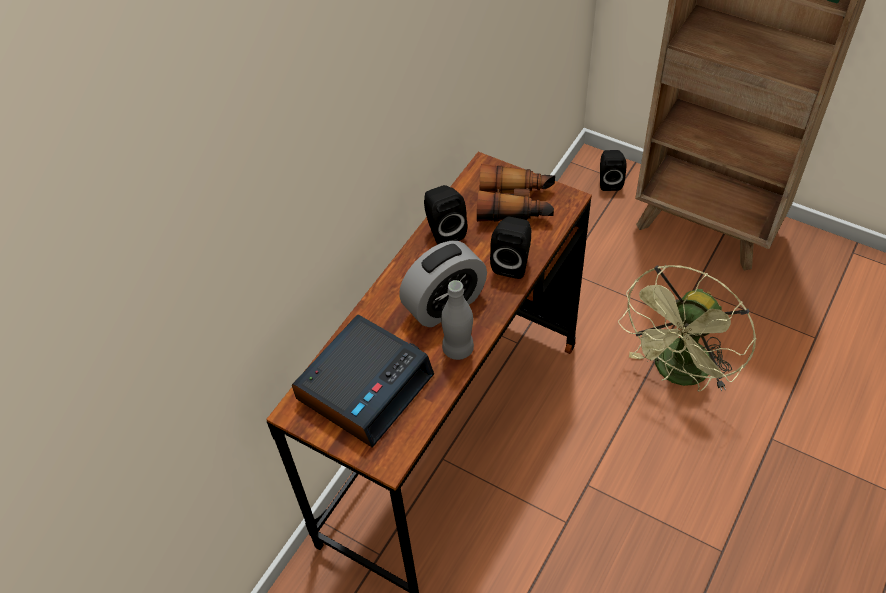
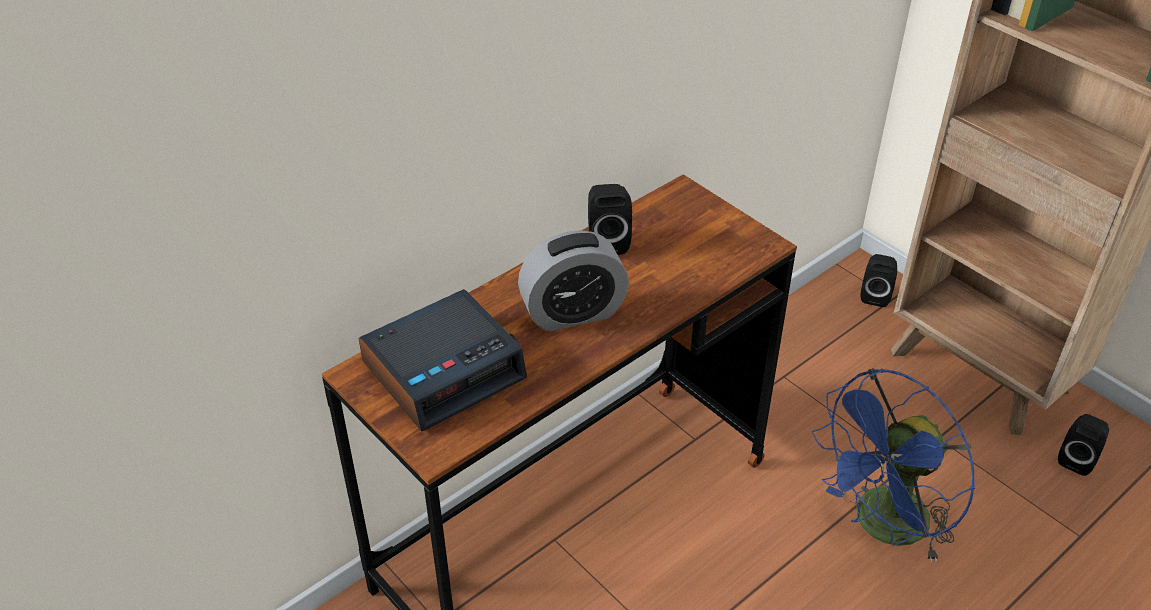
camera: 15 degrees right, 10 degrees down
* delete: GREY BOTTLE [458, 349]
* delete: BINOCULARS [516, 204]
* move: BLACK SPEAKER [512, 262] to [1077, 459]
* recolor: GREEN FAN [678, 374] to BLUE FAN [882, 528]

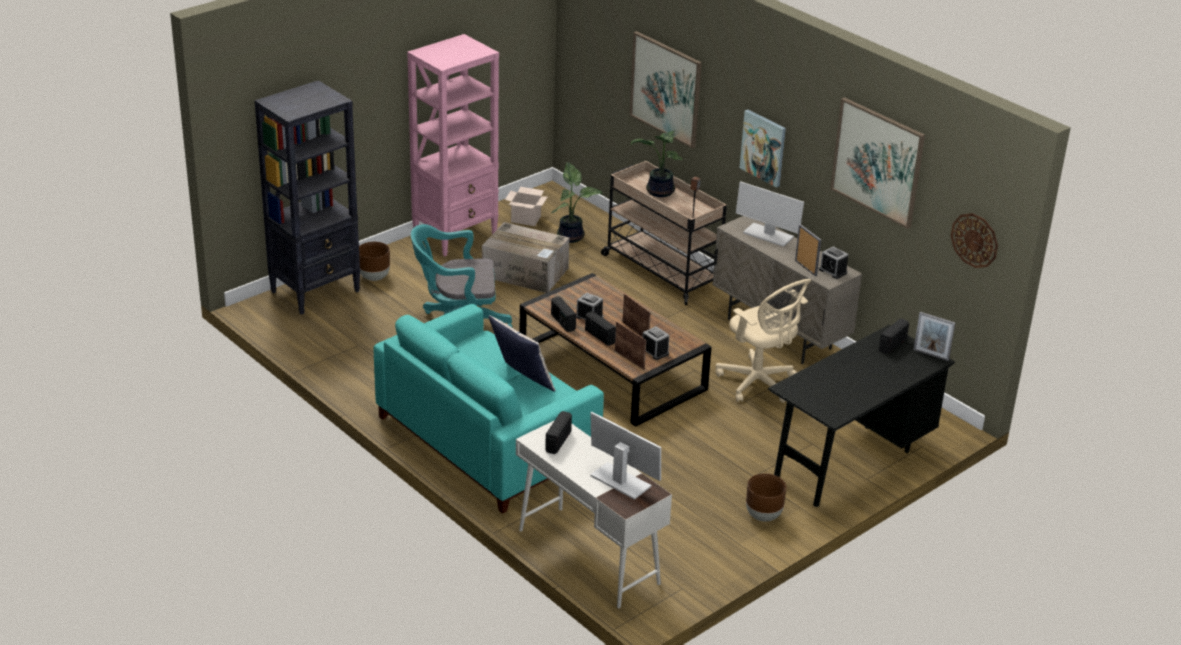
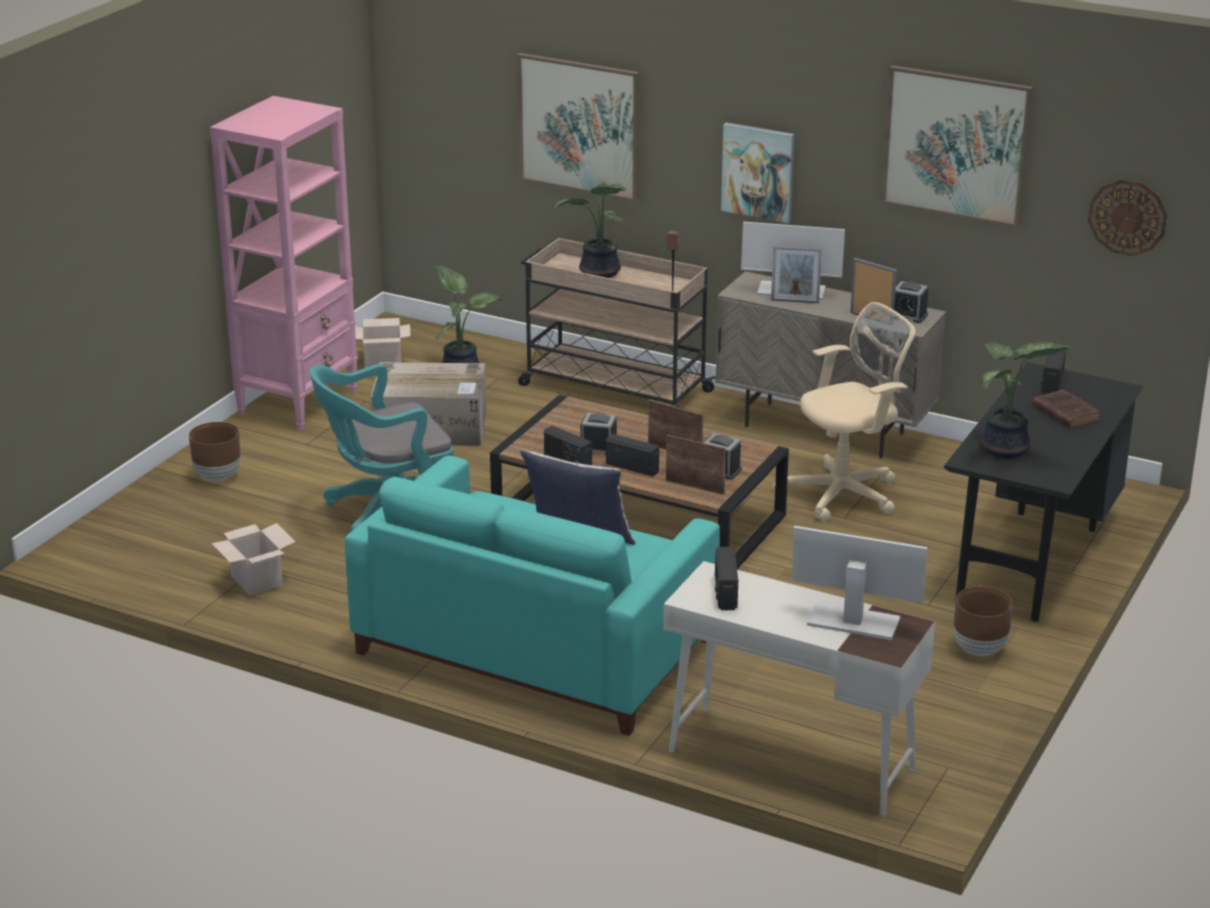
camera: 20 degrees left, 5 degrees down
* delete: BLACK BOOKCASE [316, 291]
* insert: CARDBOARD BOX [255, 580]
* insert: POTTED PLANT [1006, 450]
* insert: BROWN BOOK [1064, 412]
* move: PICTURE FRAME [931, 355] to [795, 301]
* rotate: BEIGE OFFICE CHAIR [759, 384] = [845, 493] 60 degrees counterclockwise

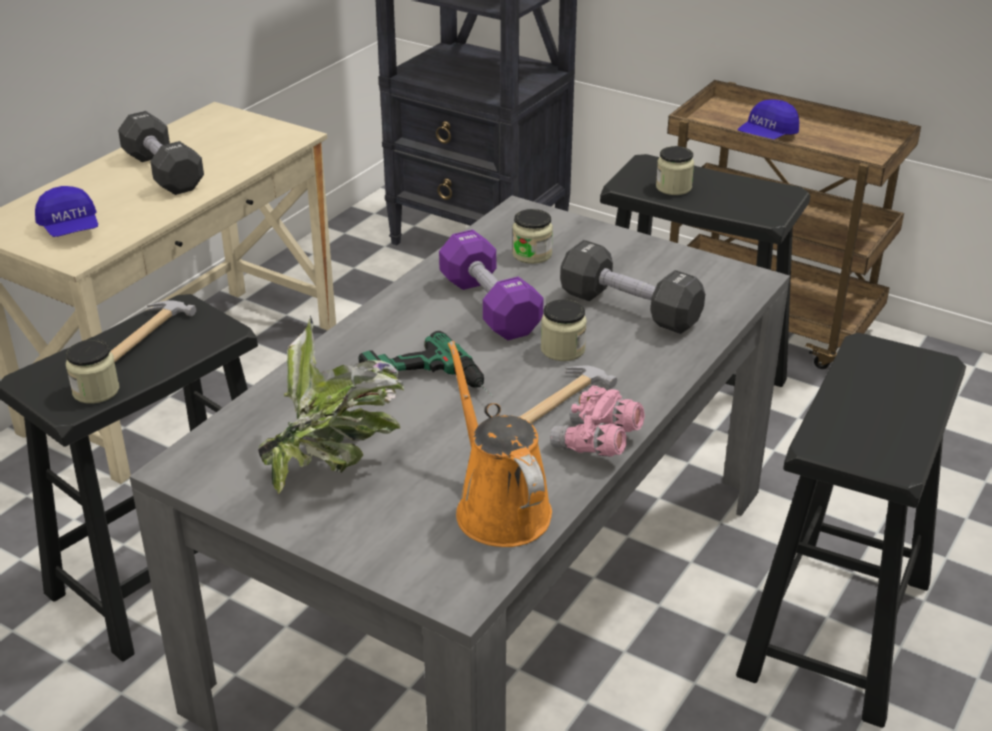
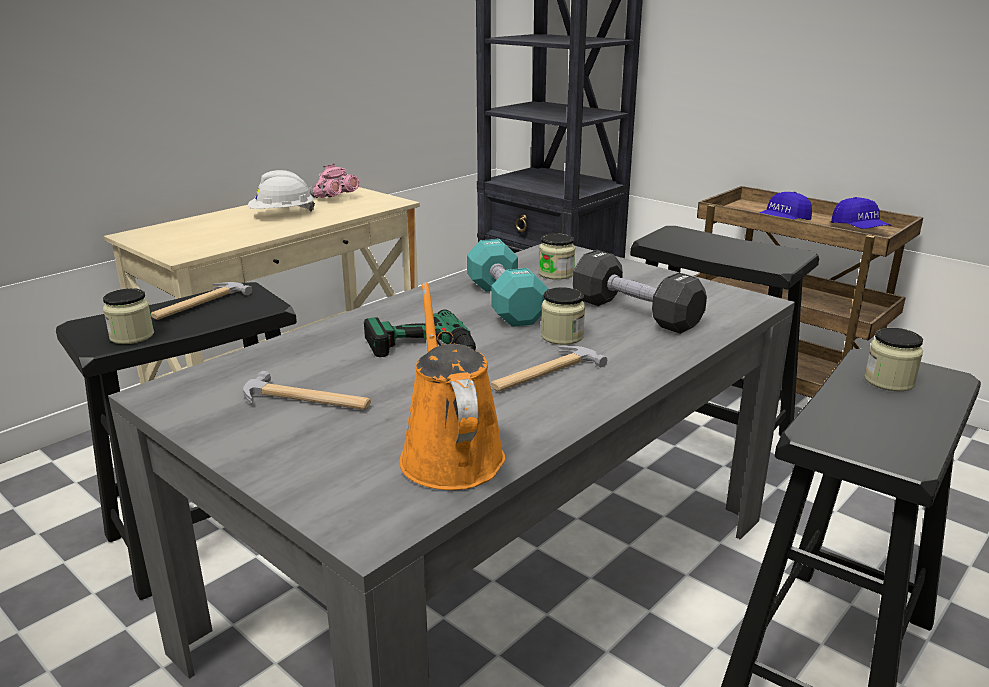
camera: 10 degrees right, 10 degrees down
* move: BLUE CAP [70, 229] to [859, 229]
* move: PINK BINOCULARS [596, 444] to [333, 198]
* move: JAR [673, 187] to [889, 381]
* replace: BLACK DUMBBELL [163, 172] to WHITE HARD HAT [282, 215]
* replace: POTTED PLANT [336, 461] to HAMMER [305, 400]
* recolor: PURPLE DUMBBELL [489, 306] to TURQUOISE DUMBBELL [505, 303]

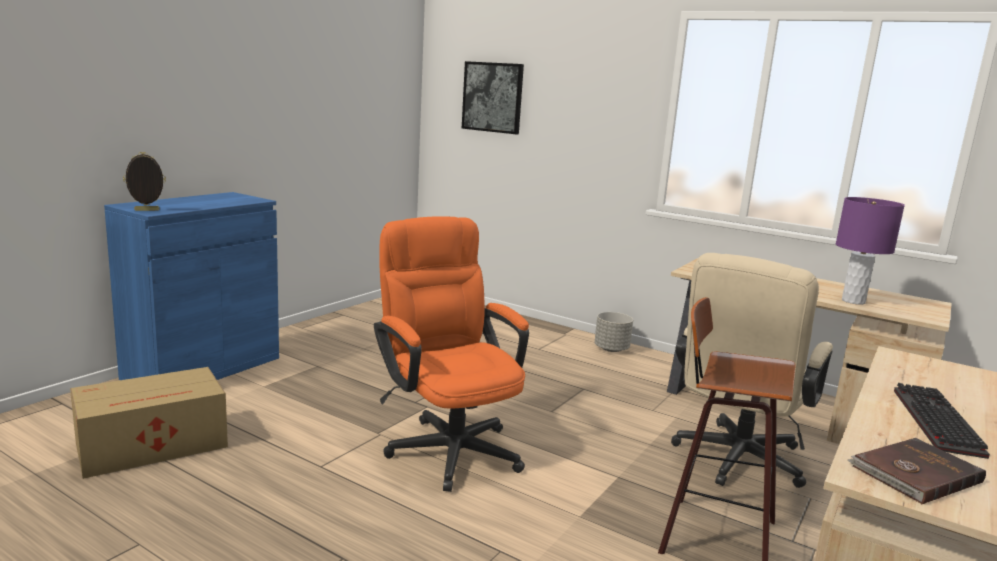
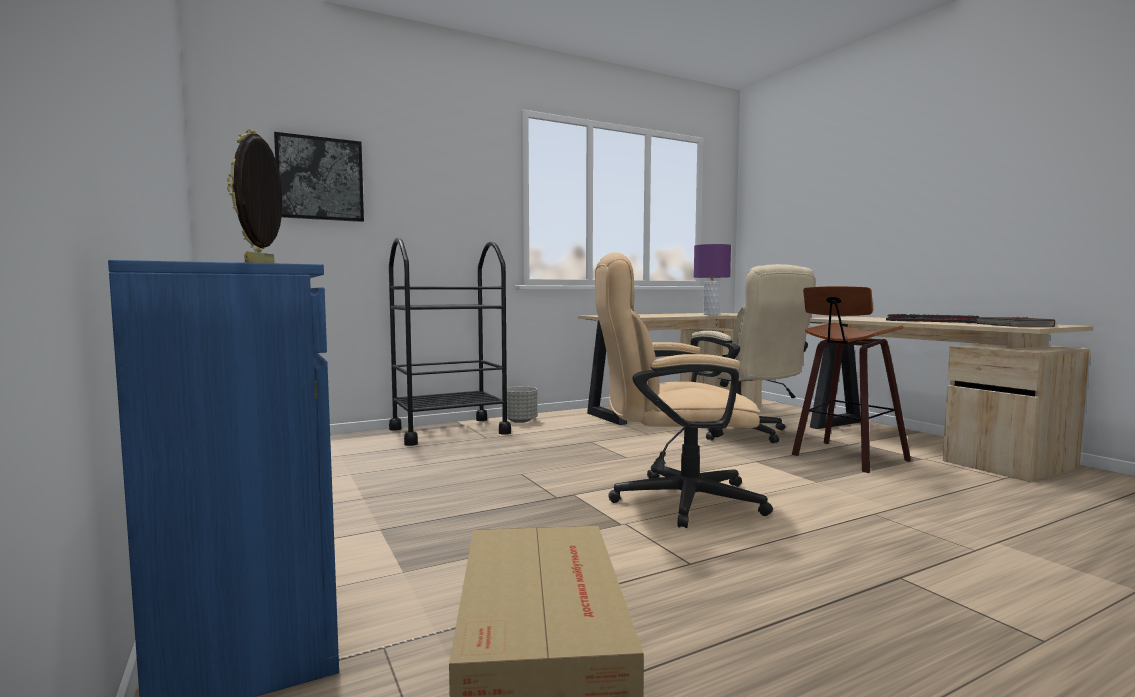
camera: 60 degrees left, 10 degrees down
* insert: BLACK CART [449, 431]
* recolor: ORANGE OFFICE CHAIR [448, 445] to BEIGE OFFICE CHAIR [671, 500]

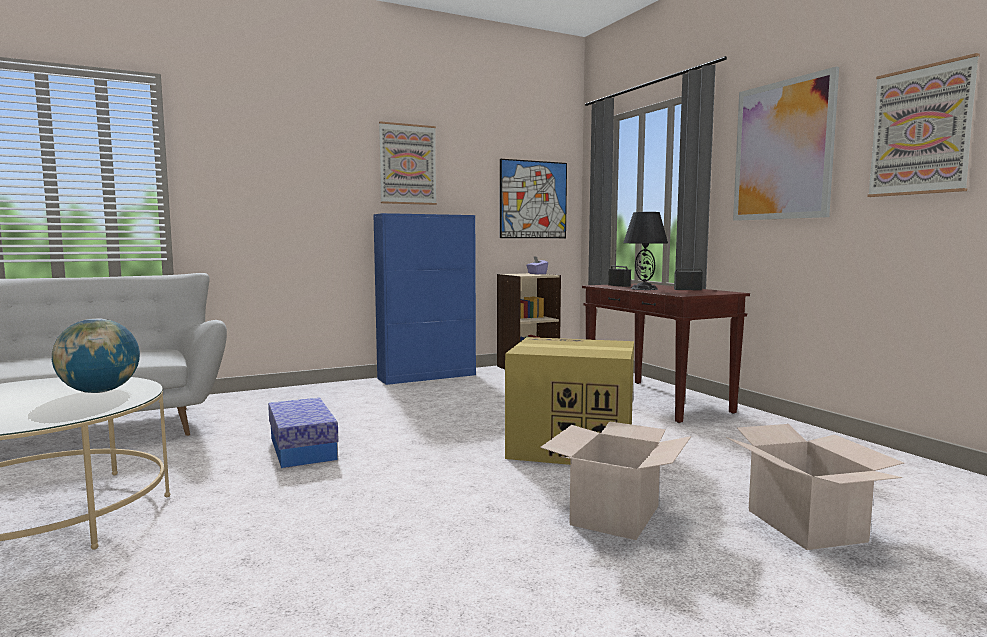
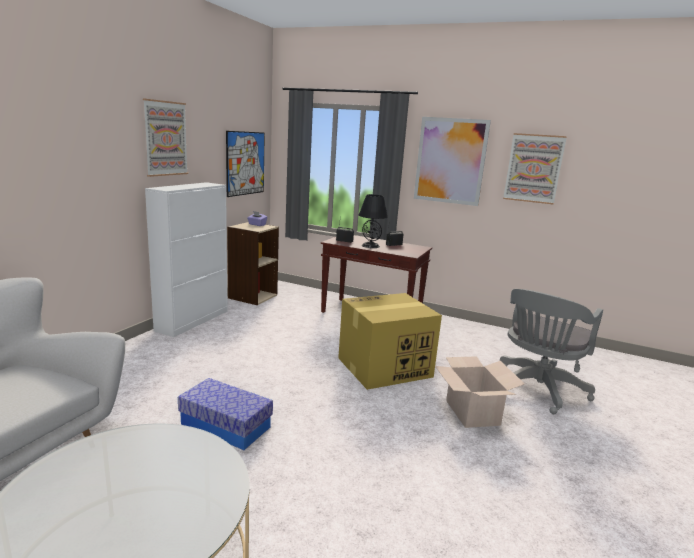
camera: 40 degrees left, 10 degrees up
* delete: GLOBE [100, 392]
* replace: CARDBOARD BOX [804, 525] to GREY OFFICE CHAIR [537, 390]
* recolor: BLUE CABINET [427, 376] to WHITE CABINET [193, 320]

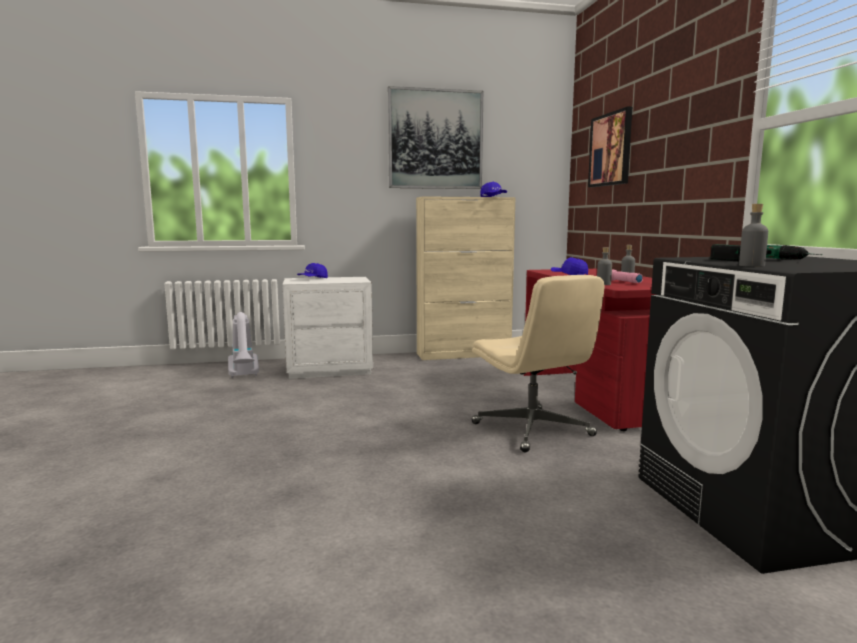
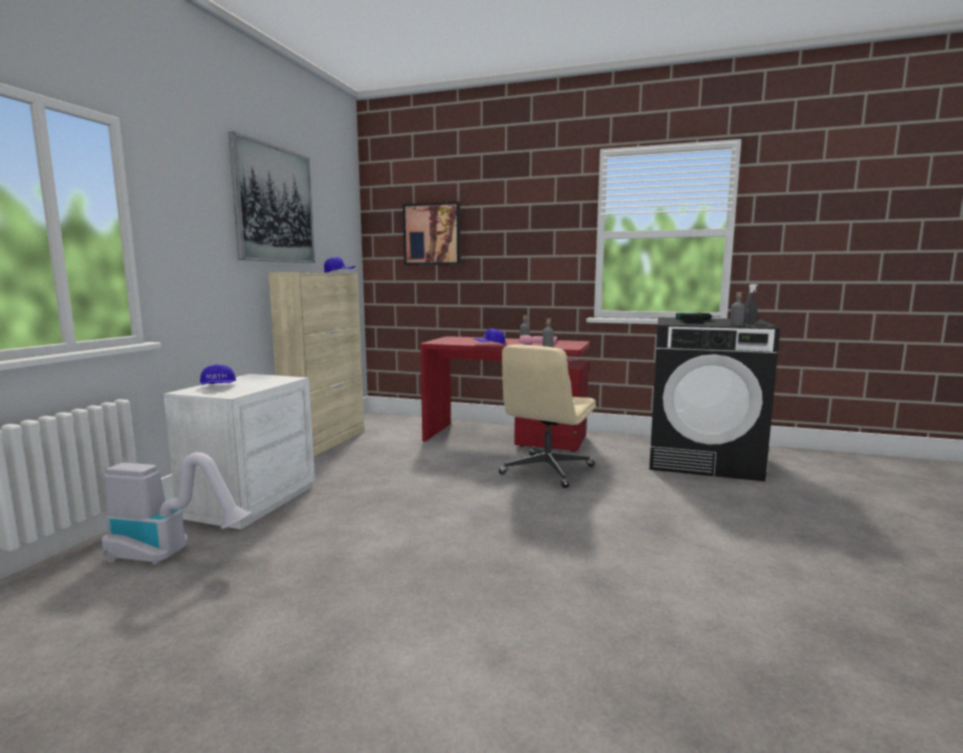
camera: 60 degrees left, 0 degrees up
* insert: GREY SPRAY BOTTLE [749, 323]
* rotate: BEIGE OFFICE CHAIR [533, 430] = [547, 470] 120 degrees clockwise

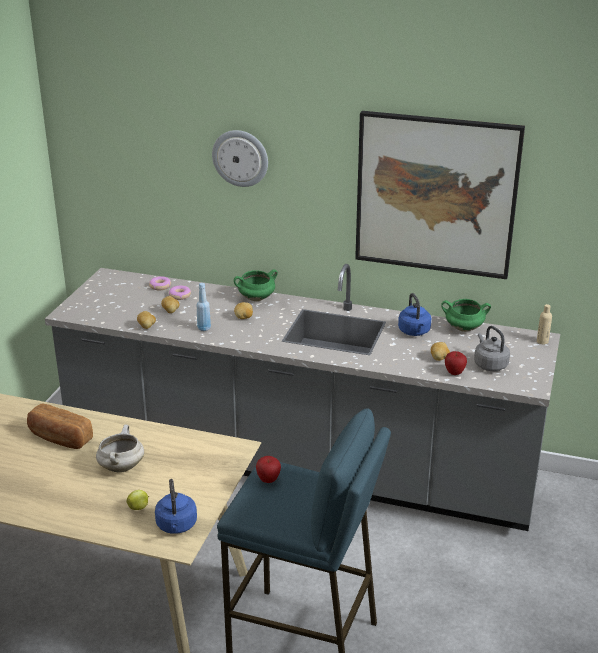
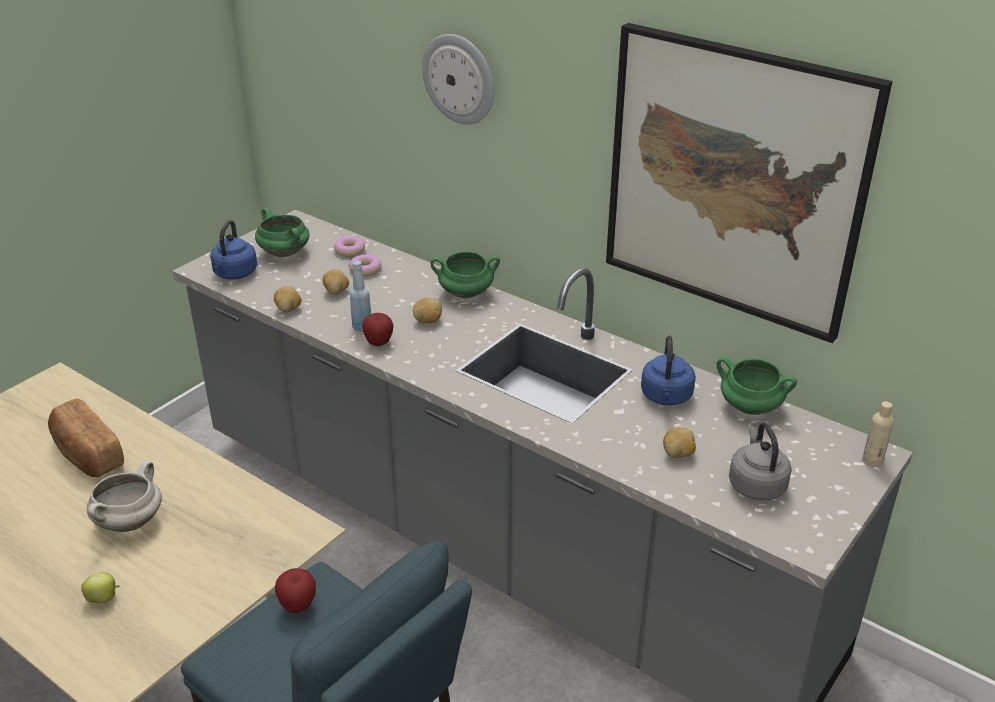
camera: 20 degrees right, 5 degrees up
* insert: GREEN COOKING POT [285, 253]
* move: BLUE KETTLE [176, 526] to [234, 274]
* move: APPLE [454, 373] to [379, 343]

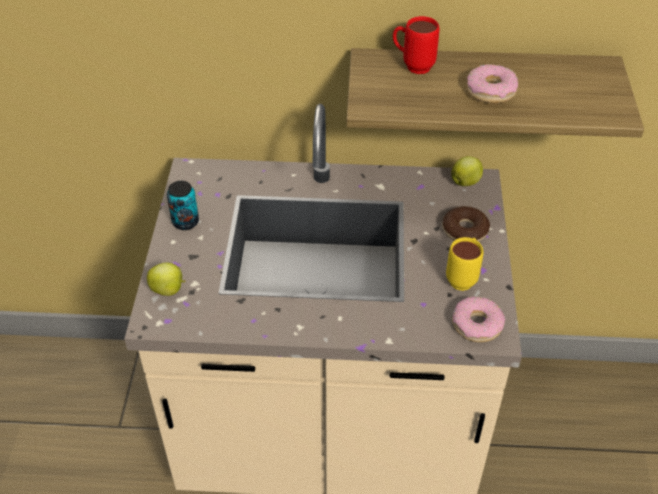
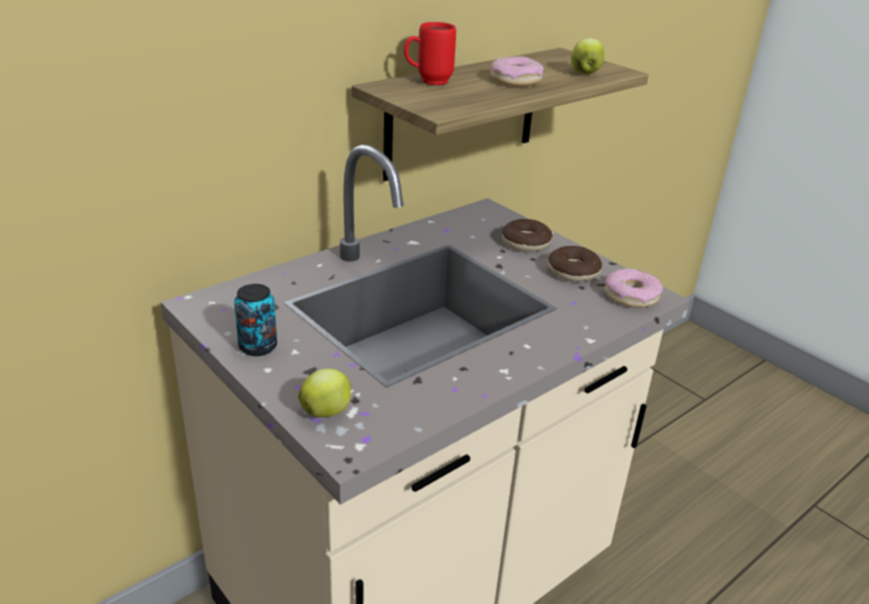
camera: 45 degrees left, 15 degrees down
* move: APPLE [465, 182] to [585, 73]
* replace: YELLOW MUG [463, 277] to DONUT [573, 272]

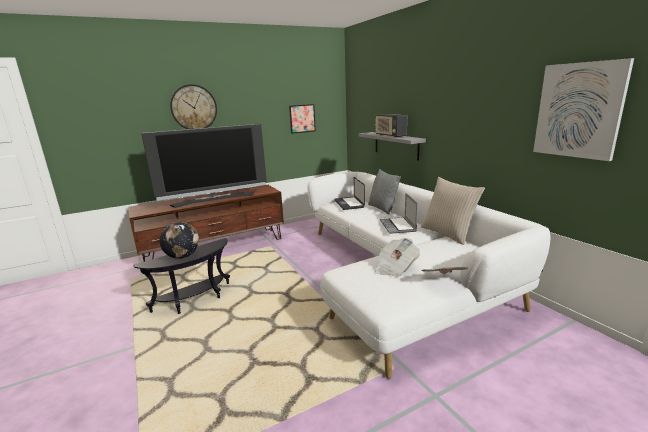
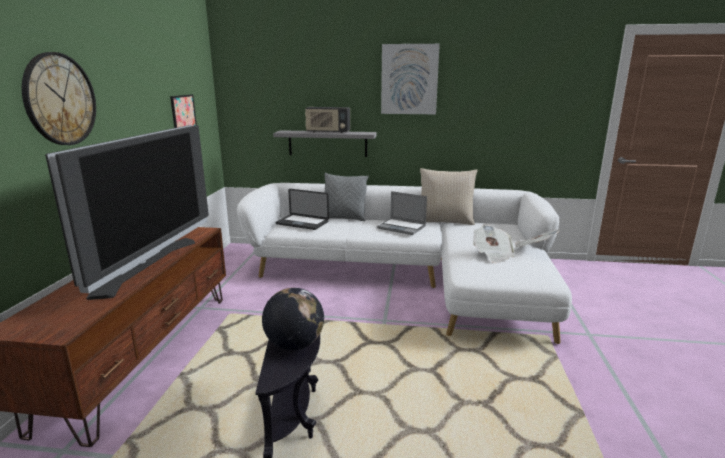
camera: 55 degrees left, 0 degrees up
* move: PICTURE [579, 110] to [409, 79]

